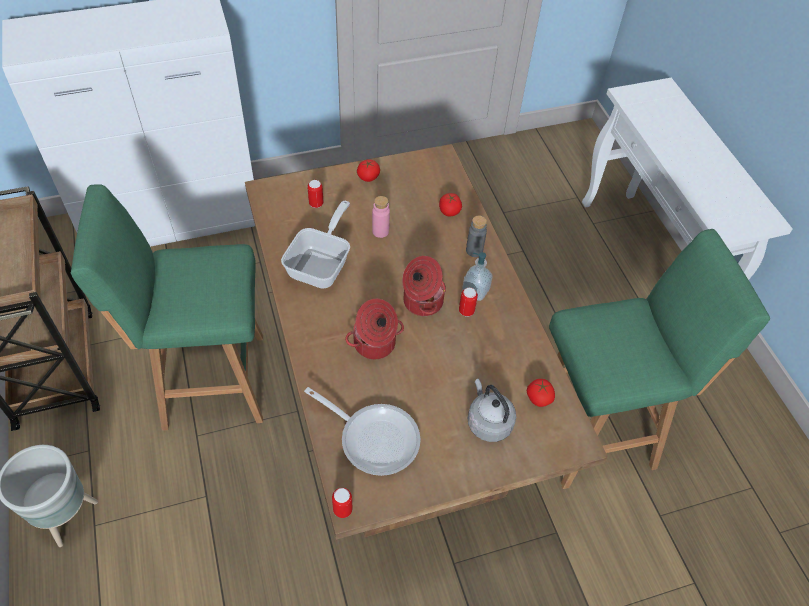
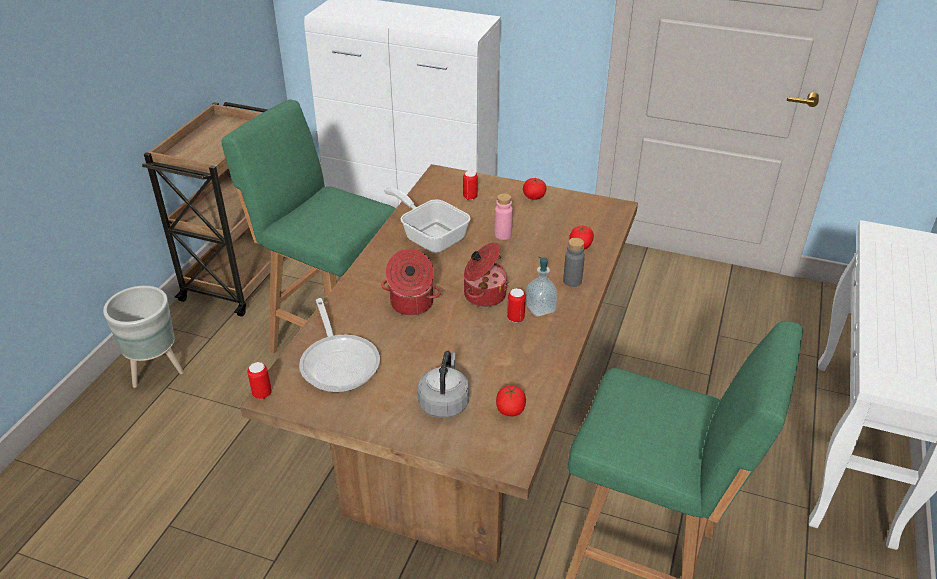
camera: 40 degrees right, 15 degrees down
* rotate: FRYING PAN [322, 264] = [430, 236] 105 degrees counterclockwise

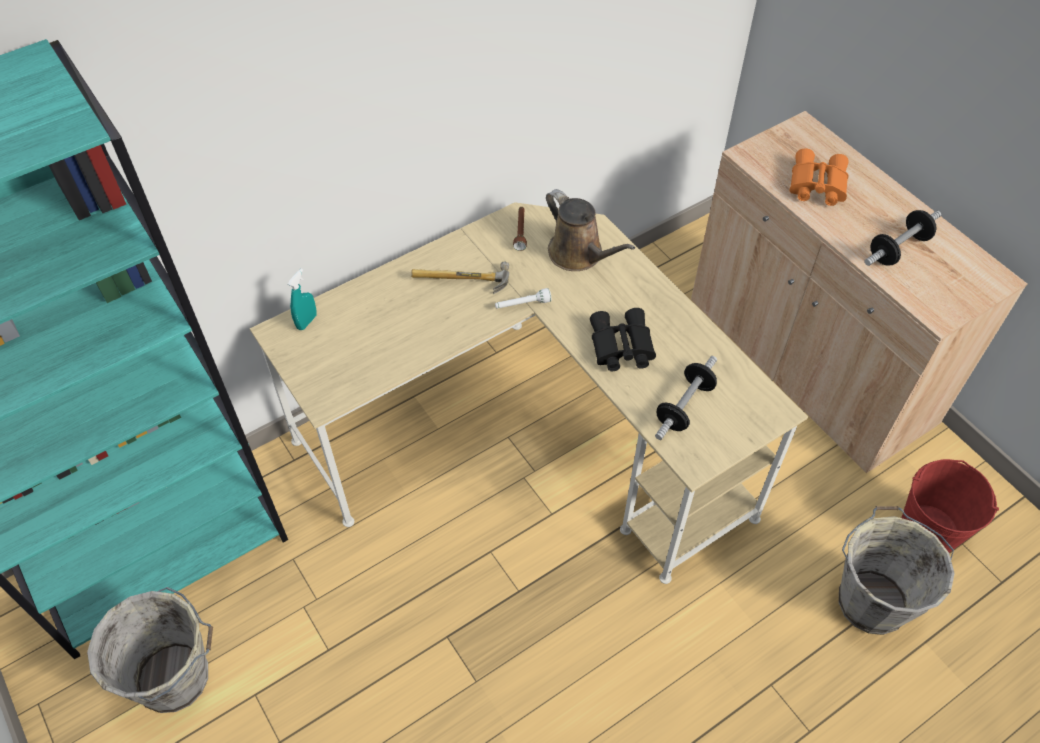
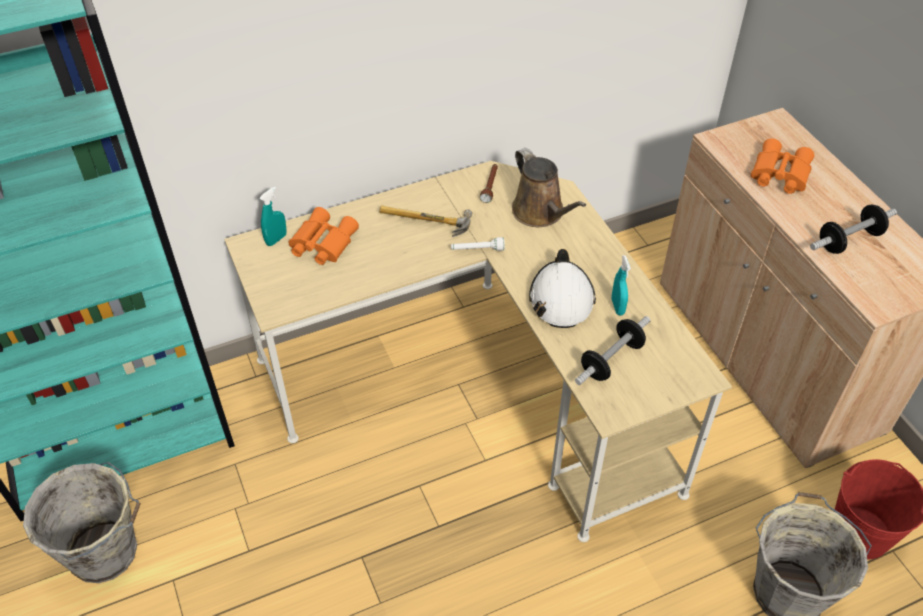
camera: 10 degrees right, 5 degrees down
* insert: ORANGE BINOCULARS [321, 243]
* insert: TURQUOISE SPRAY BOTTLE [617, 307]
* replace: BLACK BINOCULARS [620, 347] to WHITE HARD HAT [561, 299]

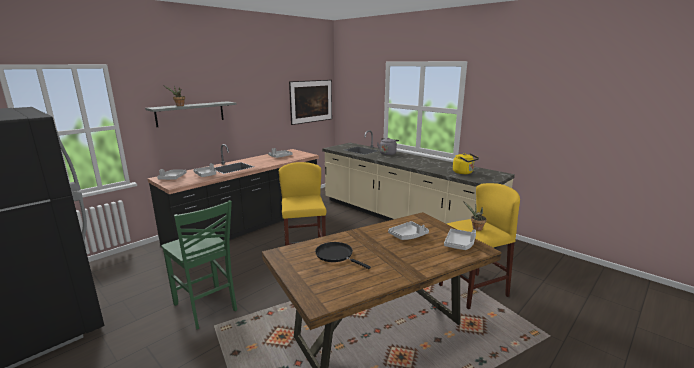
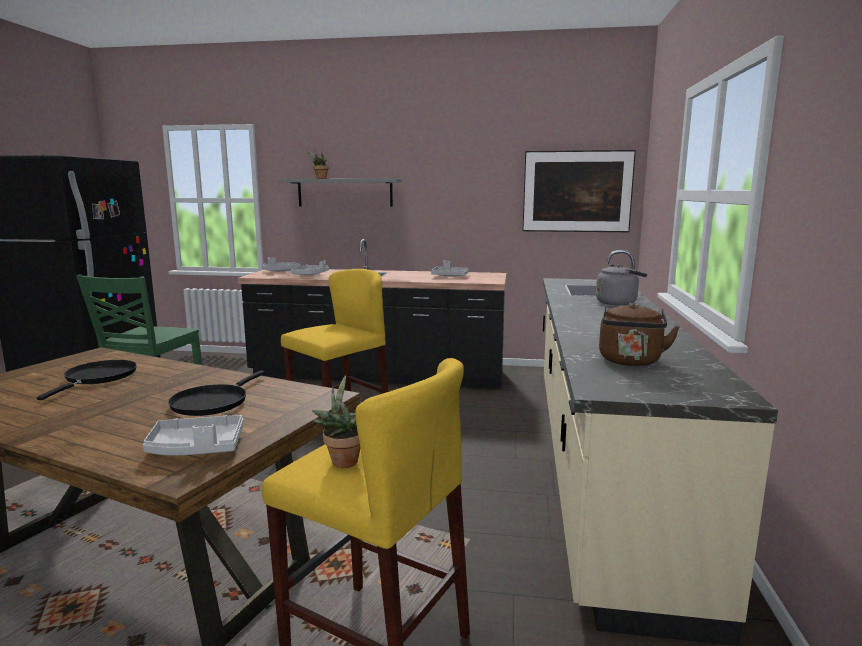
camera: 55 degrees right, 5 degrees down
* replace: GREY TRAY [408, 235] to BLACK FRYING PAN [213, 402]
* recolor: YELLOW KETTLE [464, 172] to BROWN KETTLE [630, 362]

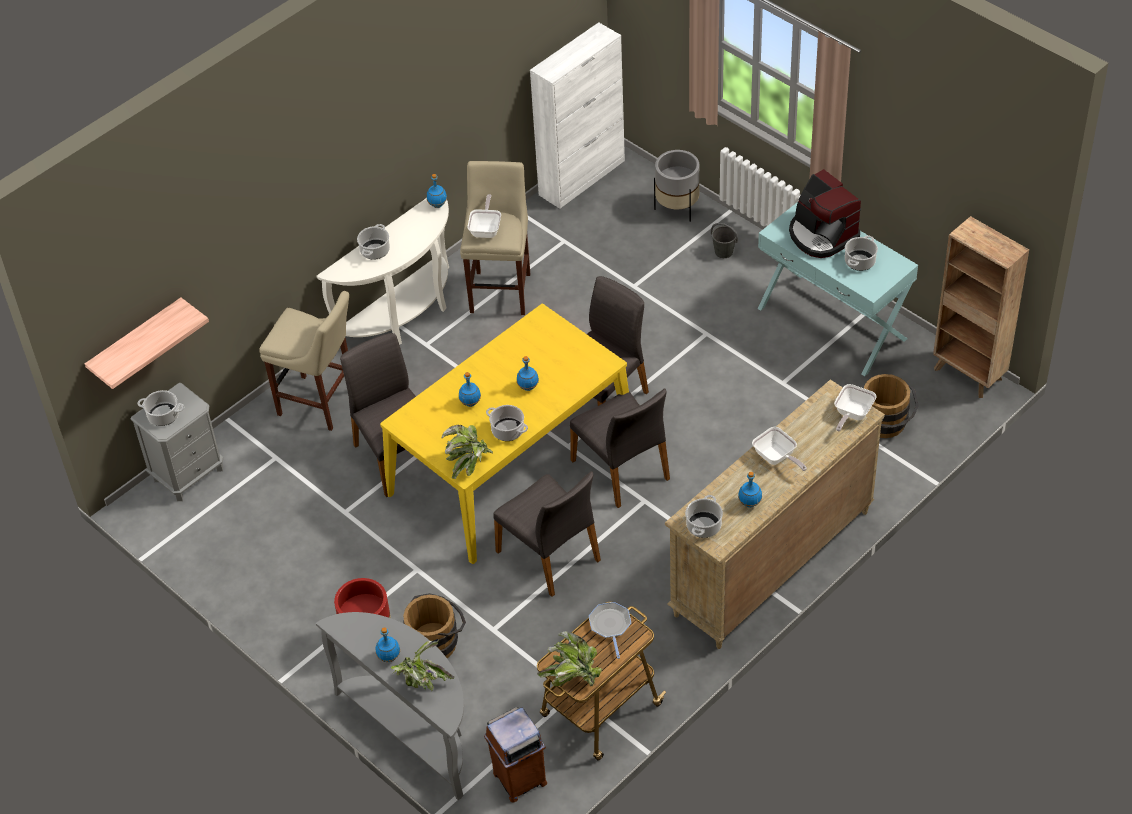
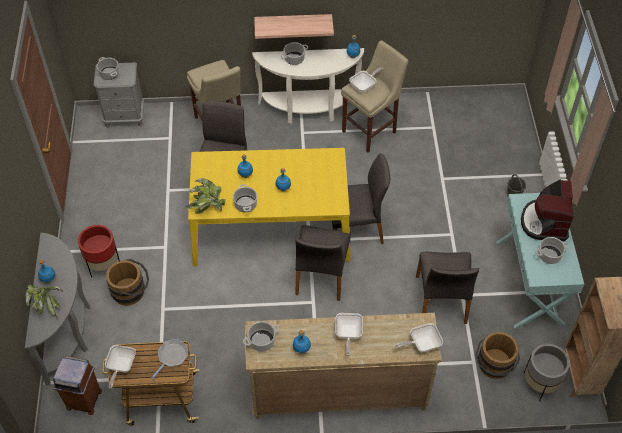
camera: 40 degrees right, 5 degrees up
* delete: WHITE CABINET [582, 177]
* move: SHELF [136, 342] to [293, 23]
* move: GREY CHAIR [550, 555] to [442, 300]
* move: GREY PLANTER [677, 208] to [540, 383]
* replace: POTTED PLANT [571, 676] to FRYING PAN [121, 367]

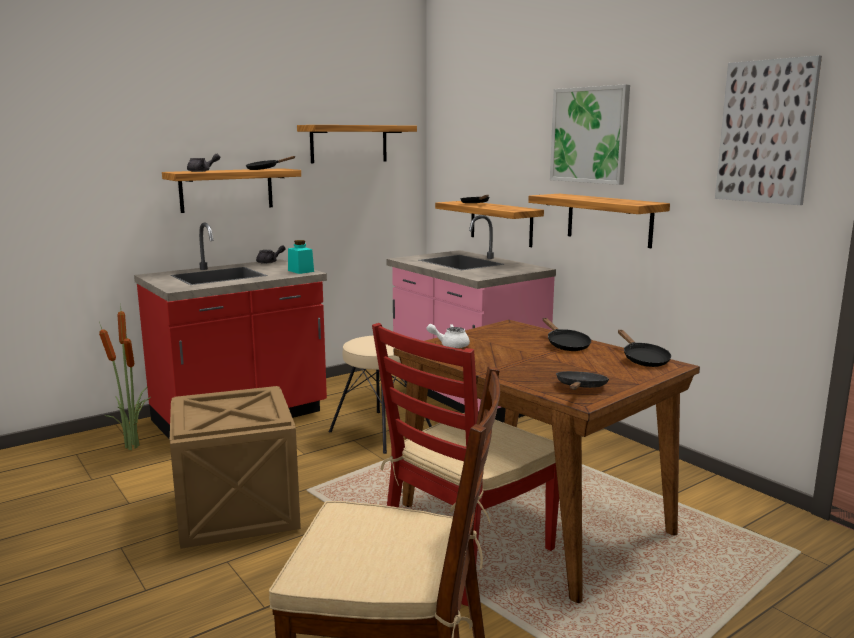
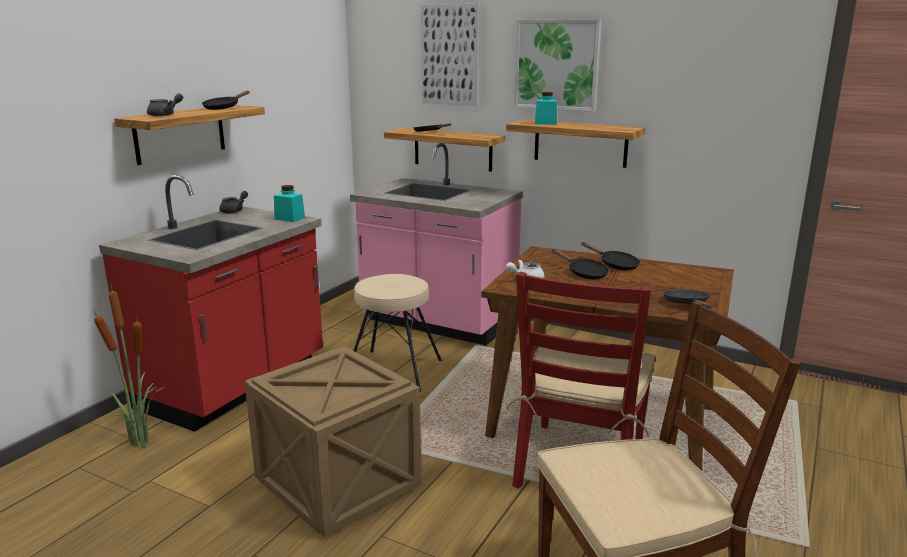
camera: 25 degrees left, 5 degrees up
* delete: SHELF [349, 144]
* insert: TURQUOISE JAR [546, 123]
* move: BLACK FRYING PAN [643, 360] to [583, 273]
* move: PICTURE [766, 132] to [450, 55]

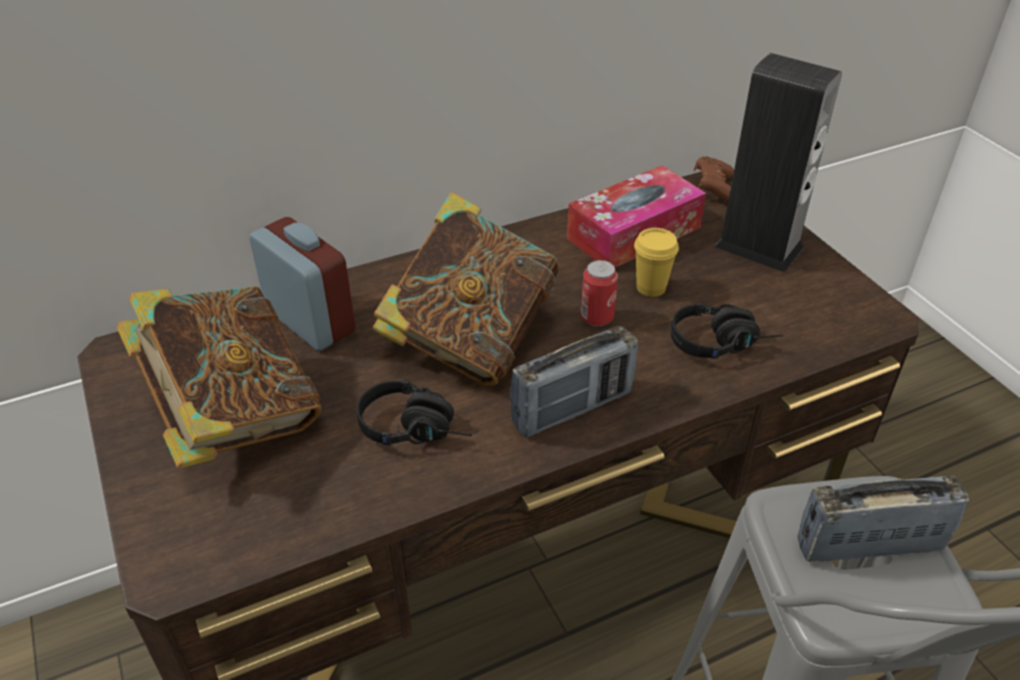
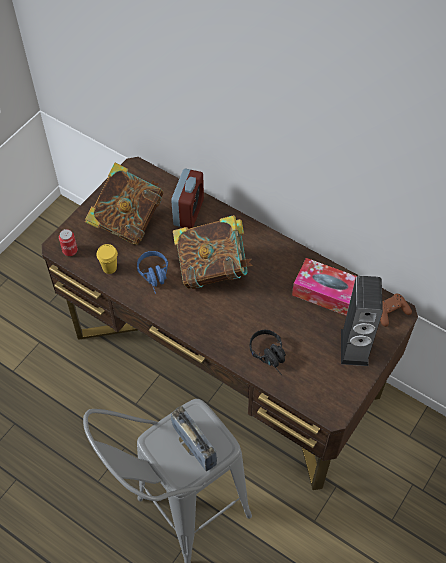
camera: 60 degrees right, 15 degrees up
* delete: RADIO [572, 408]
* move: CAN [597, 317] to [70, 251]
* move: YELLOW CUP [651, 287] to [109, 268]
* recolor: BLACK HEADPHONES [418, 429] to BLUE HEADPHONES [155, 277]

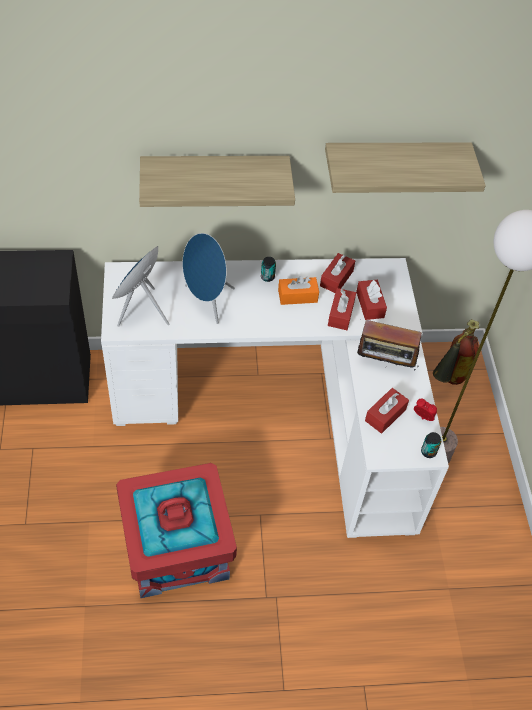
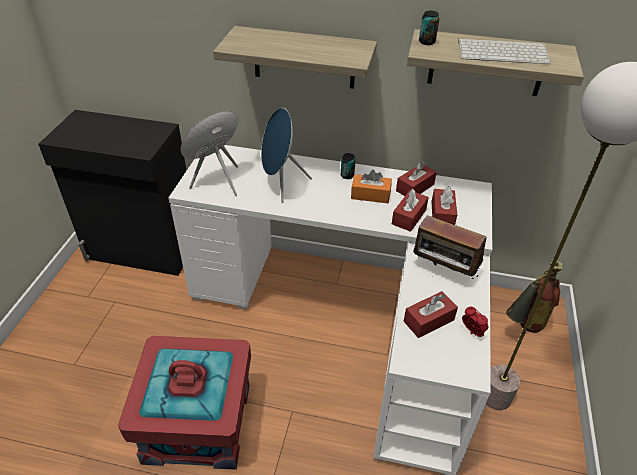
camera: 20 degrees right, 10 degrees down
* insert: KEYBOARD [503, 52]
* move: CAN [428, 452] to [426, 42]

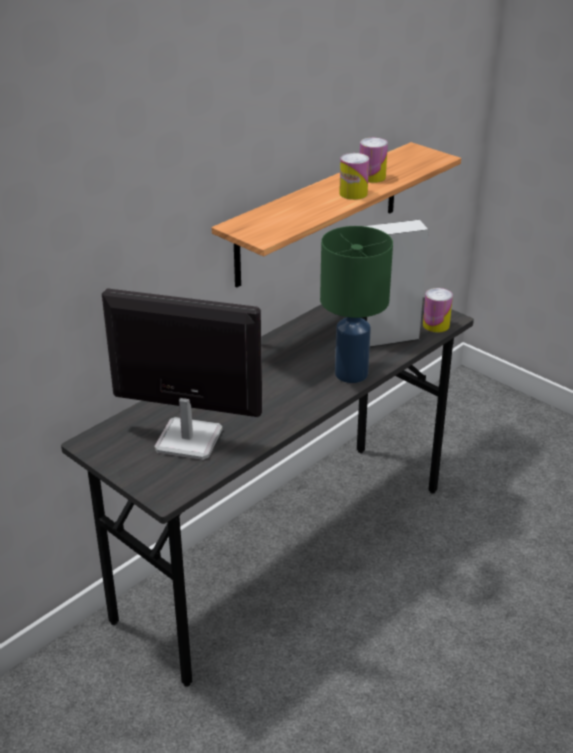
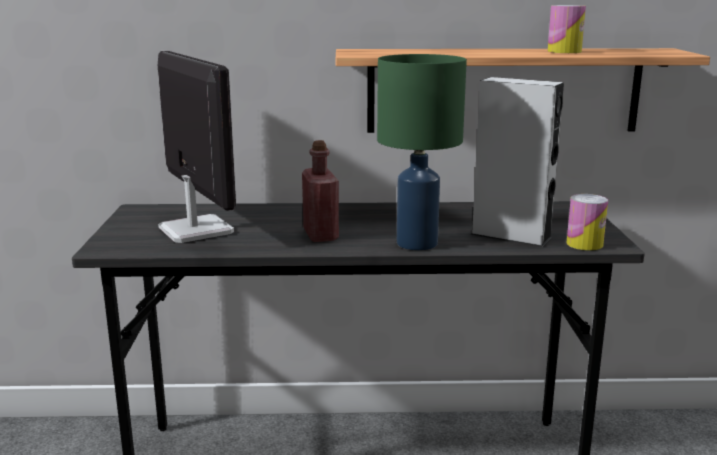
camera: 45 degrees right, 15 degrees down
* delete: CAN [353, 193]
* insert: RED BOTTLE [320, 235]

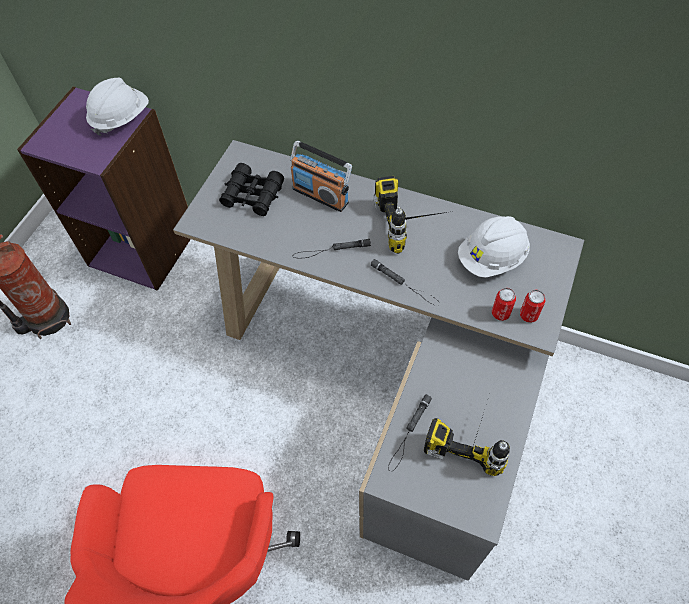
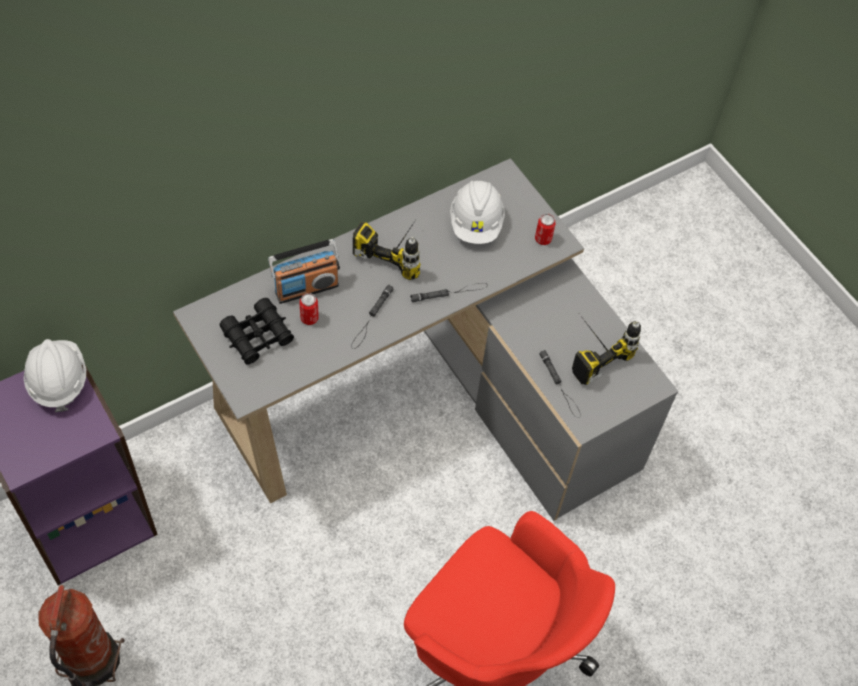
camera: 60 degrees left, 0 degrees up
* move: CAN [500, 313] to [309, 318]

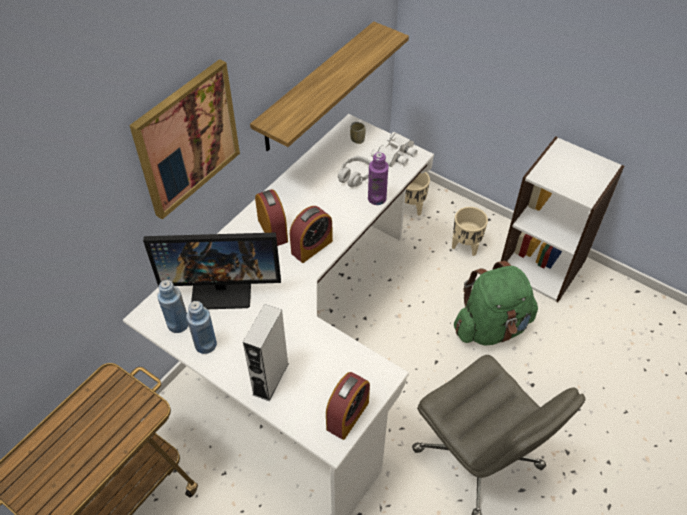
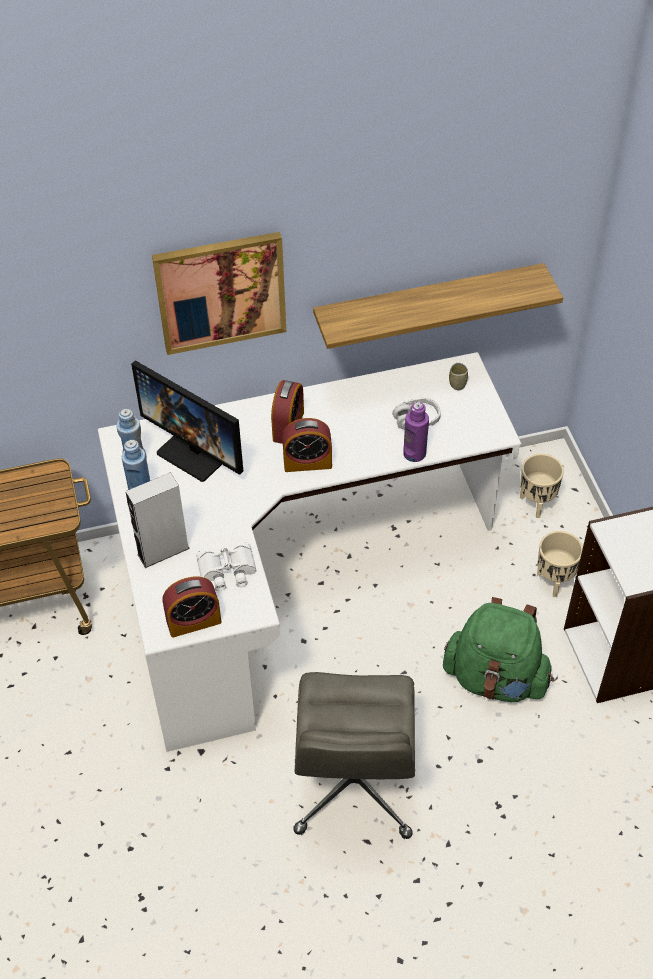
camera: 40 degrees right, 0 degrees up
* move: WHITE BINOCULARS [396, 154] to [227, 571]

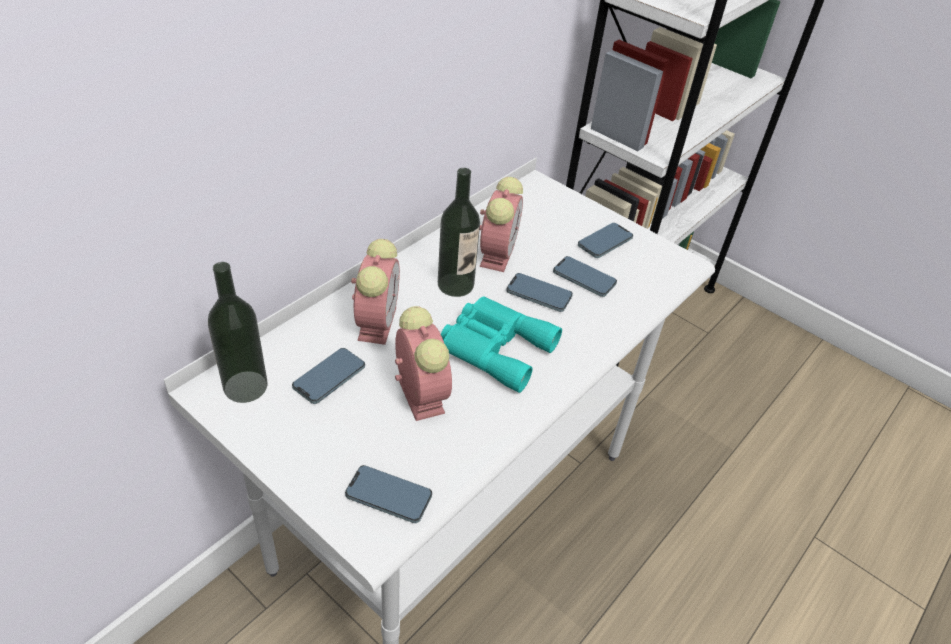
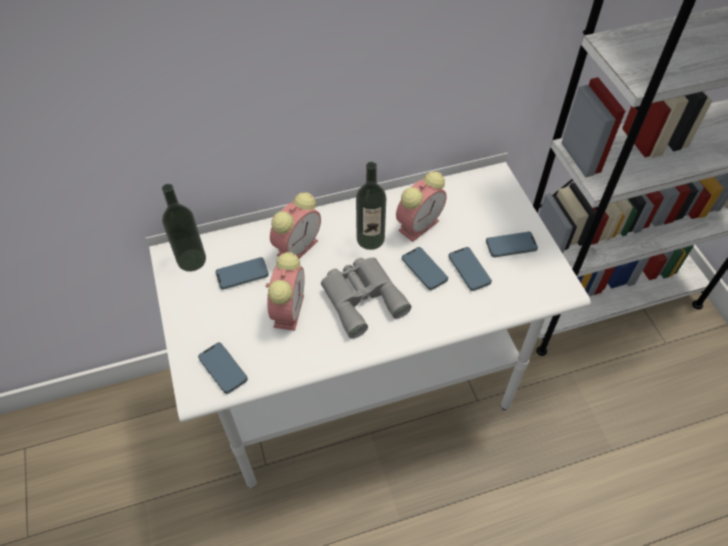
camera: 35 degrees right, 10 degrees up
* recolor: TURQUOISE BINOCULARS [494, 346] to GREY BINOCULARS [362, 297]

